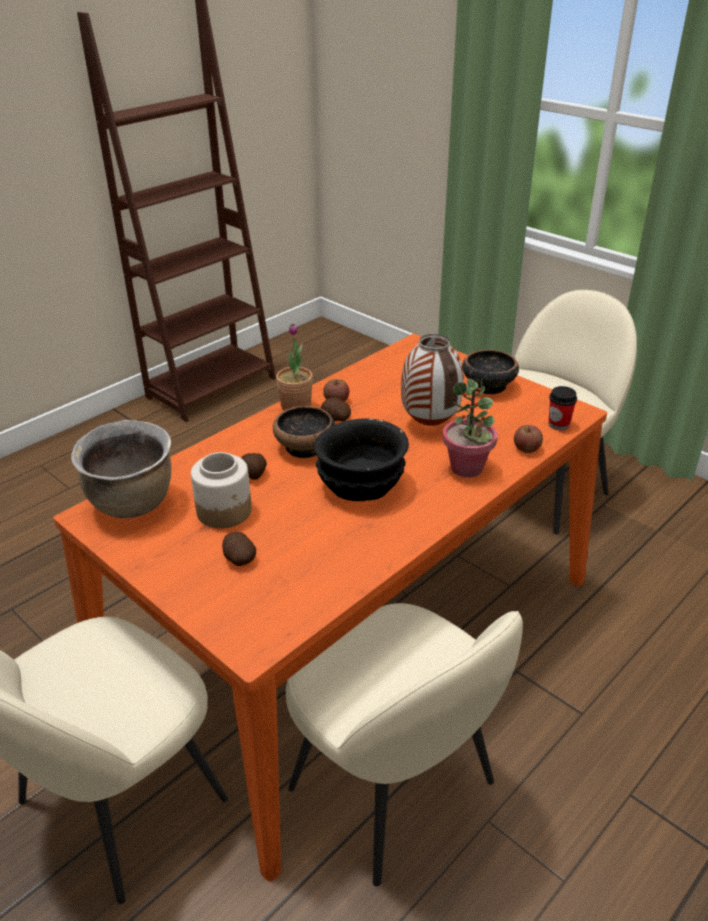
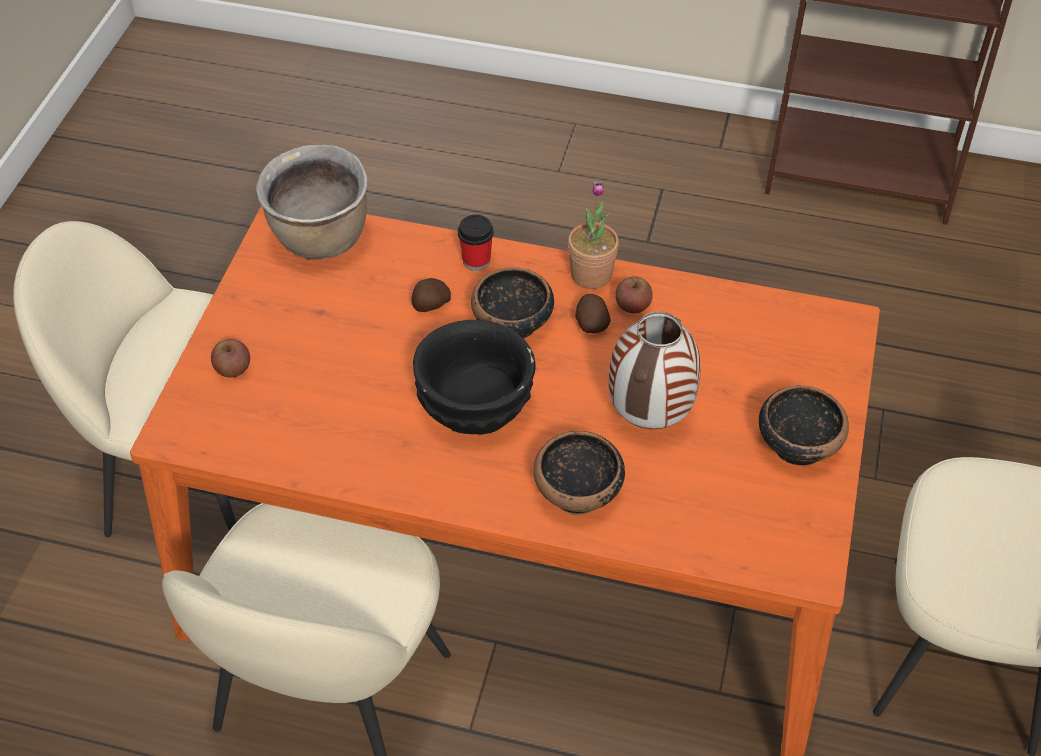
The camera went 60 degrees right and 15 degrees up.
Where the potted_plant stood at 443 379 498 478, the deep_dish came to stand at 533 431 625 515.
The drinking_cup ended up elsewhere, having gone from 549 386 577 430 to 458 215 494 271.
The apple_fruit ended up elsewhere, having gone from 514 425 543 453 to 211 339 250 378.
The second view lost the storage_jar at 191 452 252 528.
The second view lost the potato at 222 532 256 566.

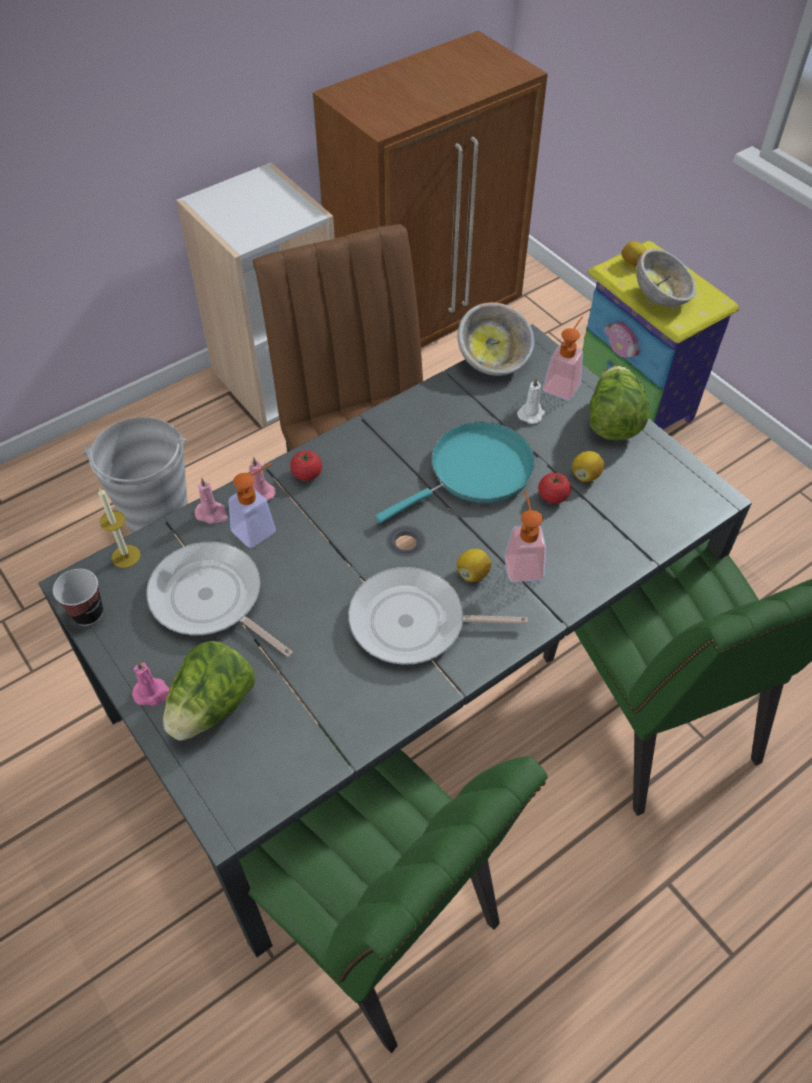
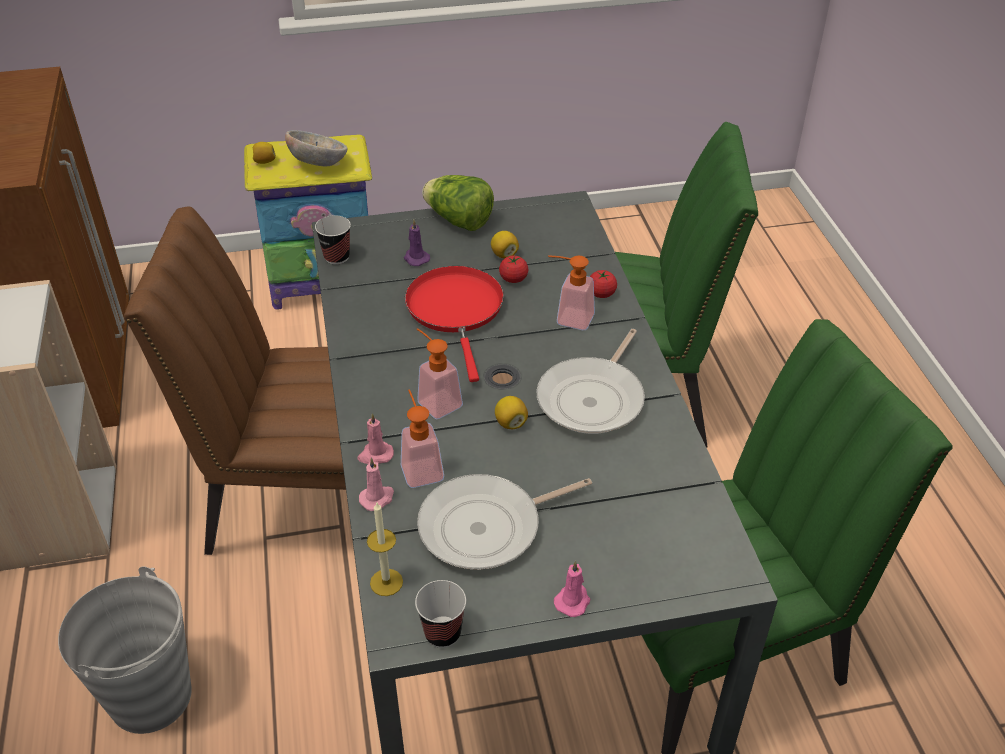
The camera went 65 degrees left and 10 degrees down.
Where the deep_dish stood at 457 302 534 376, the drinking_cup came to stand at 315 215 351 265.
The soap_dispenser ended up elsewhere, having gone from 543 317 583 400 to 417 328 463 419.
What was the whitish_wax_candle at 517 377 545 424 turned into the purplish_wax_candle at 404 220 430 266.
What was the turquoise-coloured_frying_pan at 375 422 535 523 turned into the red-coloured_frying_pan at 405 266 504 382.
The fresh_tomato ended up elsewhere, having gone from 290 450 322 481 to 590 270 617 298.
The citrus_fruit ended up elsewhere, having gone from 457 549 491 582 to 495 396 528 429.
The second view lost the lettuce_head at 163 641 255 741.

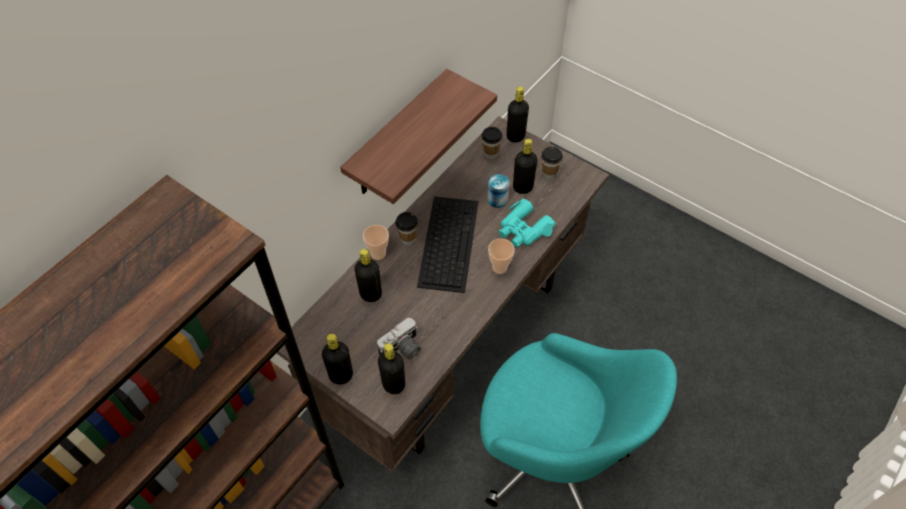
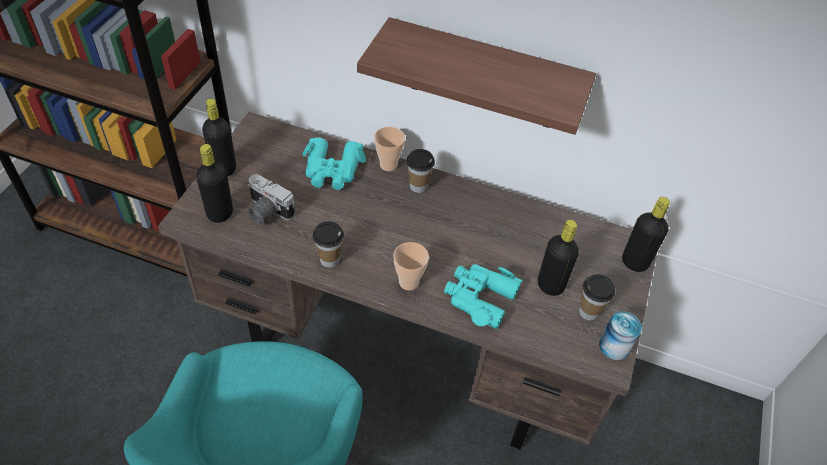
The camera went 70 degrees right and 5 degrees down.
The drinking_cup ended up elsewhere, having gone from 481 127 503 160 to 313 221 344 268.
The sealed_can ended up elsewhere, having gone from 487 174 509 208 to 599 311 642 360.
The second view lost the keyboard at 417 196 479 293.
Where the blackish_beverage_bottle stood at 354 249 382 302, the turquoise-coloured_field_glasses came to stand at 302 138 366 190.

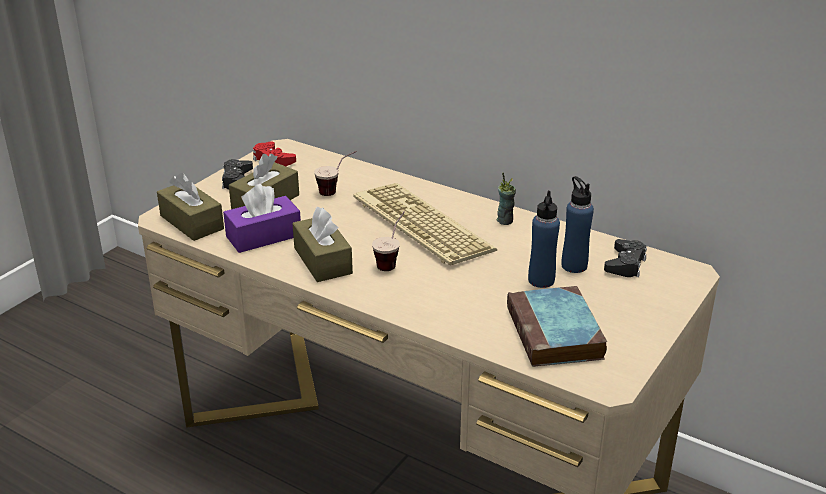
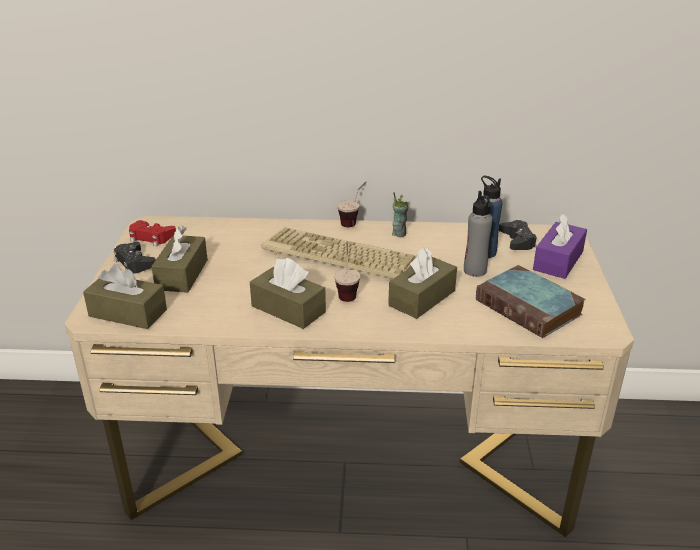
The camera went 30 degrees left and 0 degrees up.
The drinking_cup ended up elsewhere, having gone from 314 151 357 196 to 337 182 366 227.
The purplish_tissue_holder ended up elsewhere, having gone from 223 184 301 253 to 533 213 587 279.
What was the bluish_beverage_bottle at 528 191 560 288 turned into the grey_beverage_bottle at 464 191 493 277.
The second view gained the brown_tissue_holder at 388 247 457 319.

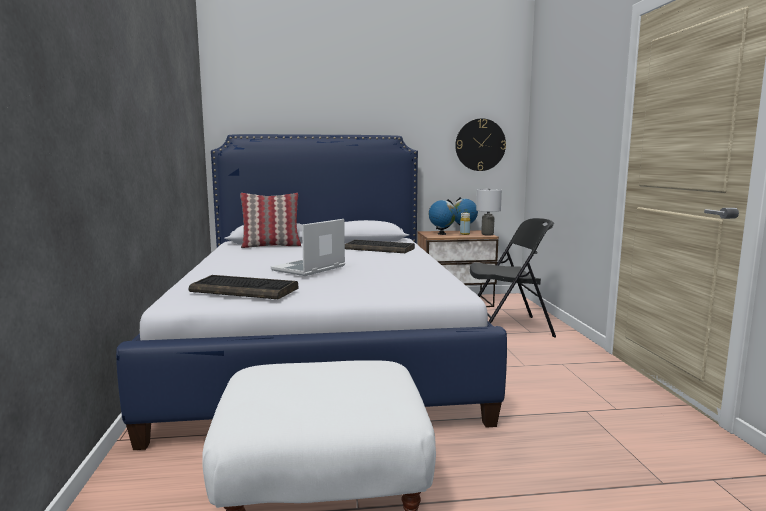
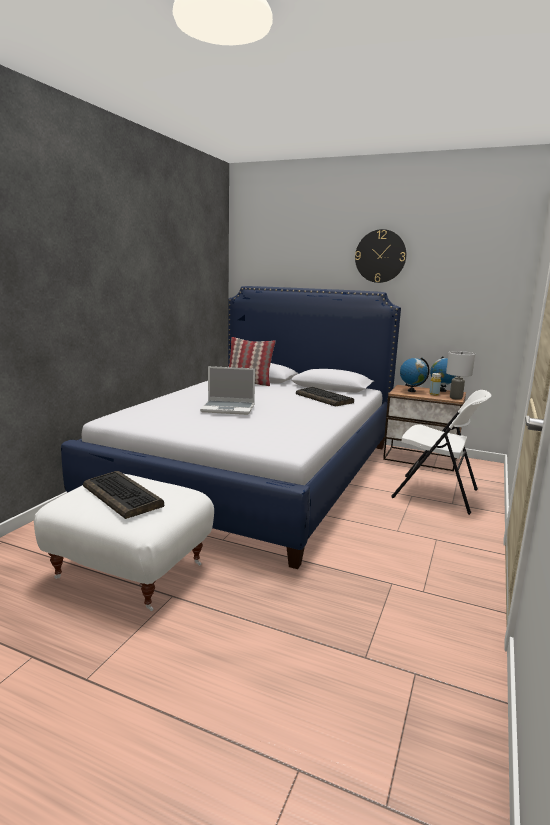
The camera went 30 degrees right and 5 degrees up.
The hanging_clock ended up elsewhere, having gone from 455 118 506 171 to 355 229 407 283.
What was the blackish_upright_chair at 470 218 556 338 turned into the whitish_upright_chair at 391 390 492 515.
The portable_computer at 271 219 345 276 ended up facing another way, 150 degrees counterclockwise from before.
The keyboard ended up elsewhere, having gone from 189 275 298 299 to 83 471 164 519.

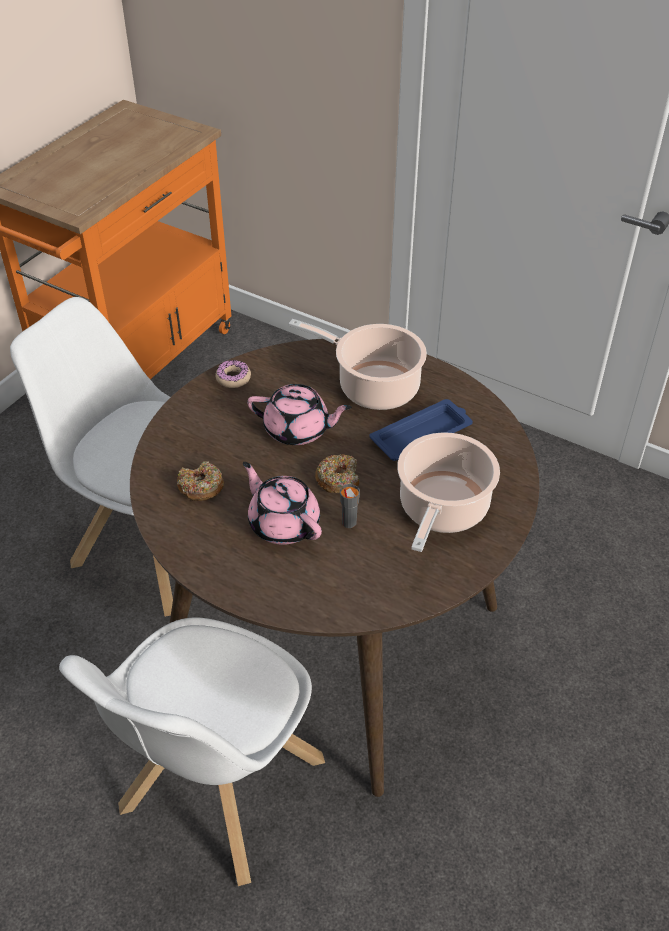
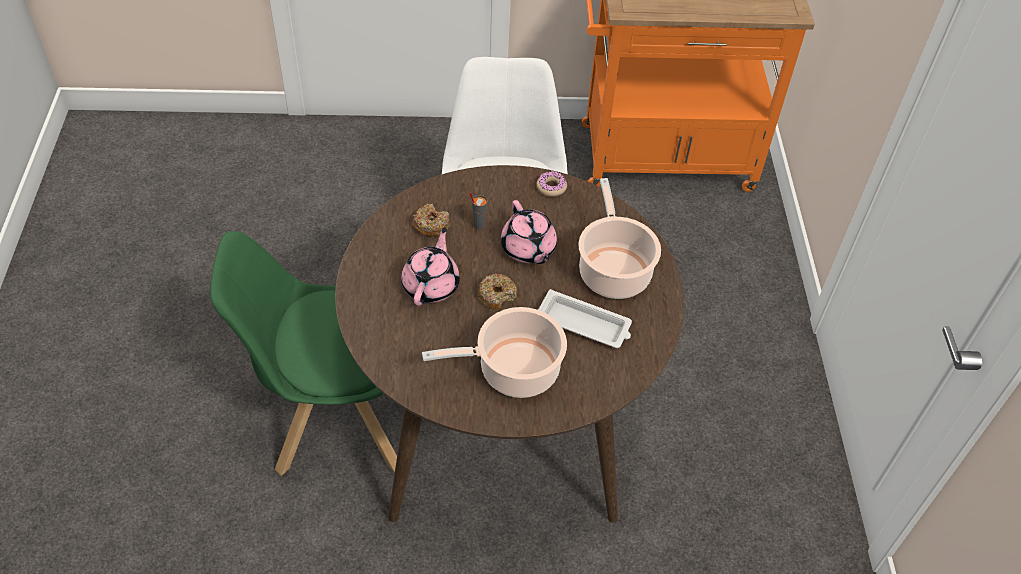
The camera went 55 degrees right and 5 degrees up.
What was the bluish_serving_tray at 369 399 473 461 turned into the whitish_serving_tray at 538 289 632 348.
The grey_drinking_cup ended up elsewhere, having gone from 340 484 360 528 to 470 193 488 230.
What was the whitish_upright_chair at 59 617 325 886 turned into the green_upright_chair at 210 231 397 476.

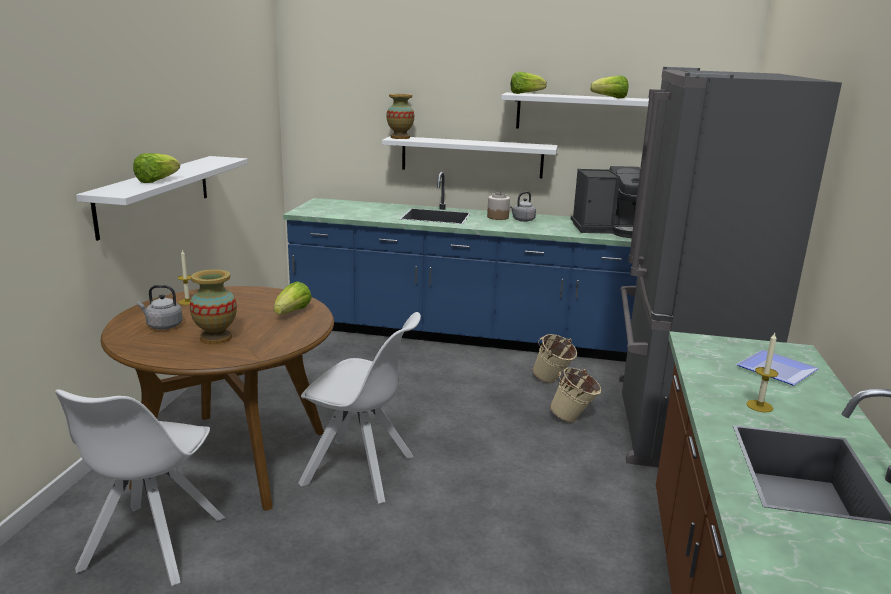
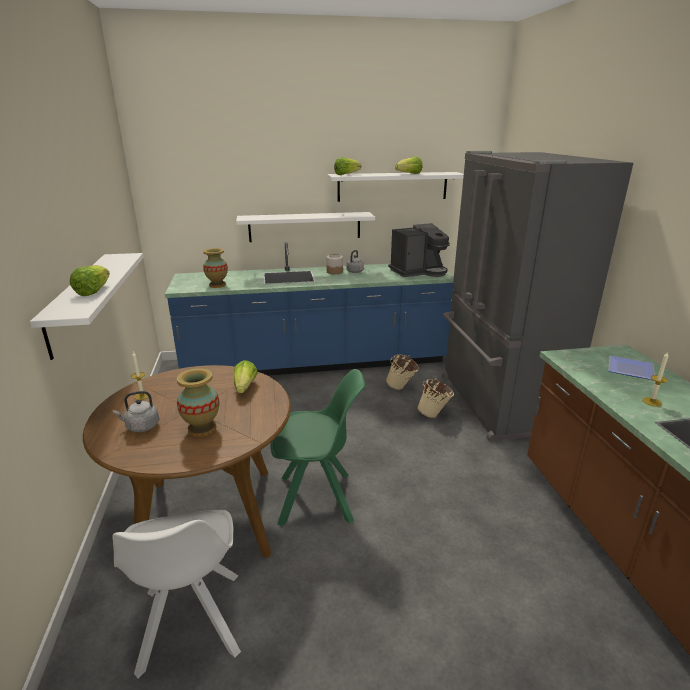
The camera went 20 degrees left and 5 degrees up.
The vase ended up elsewhere, having gone from 387 94 414 139 to 203 248 228 288.
What was the whitish_upright_chair at 298 312 421 504 turned into the green_upright_chair at 270 369 365 527.

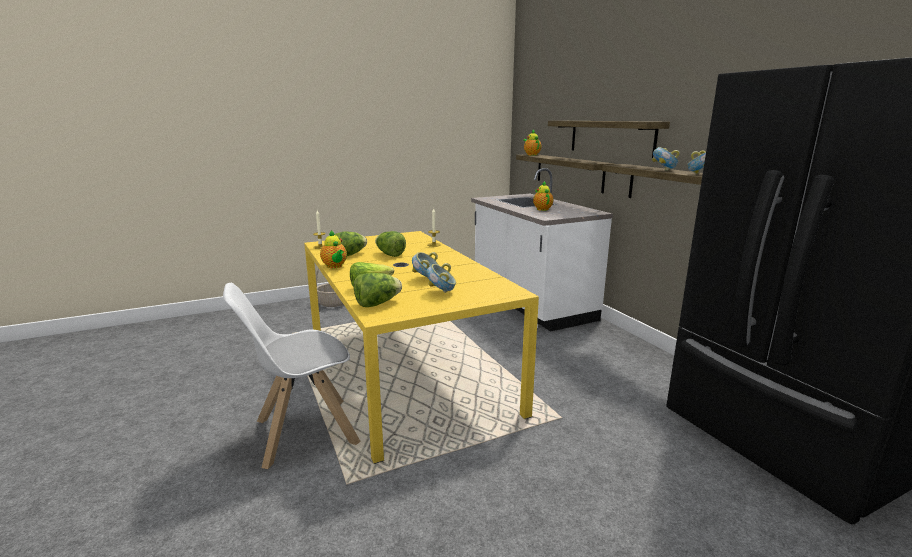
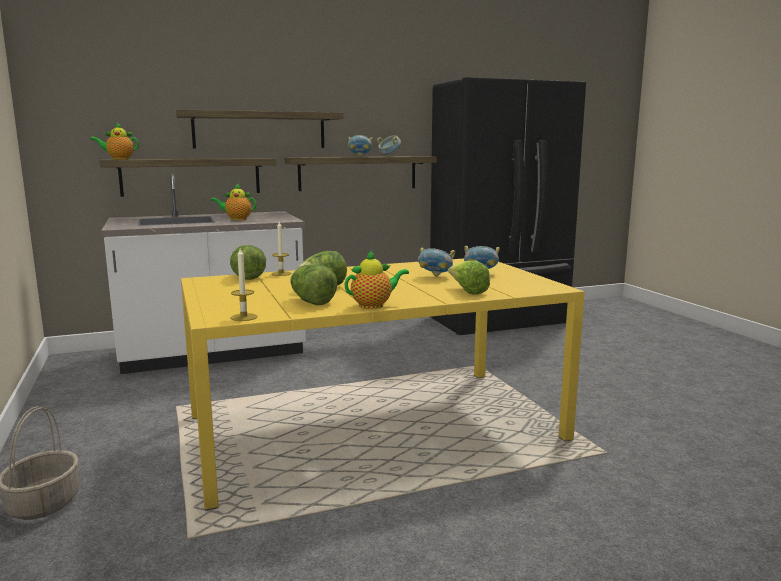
The camera went 85 degrees left and 5 degrees down.
The lettuce_head ended up elsewhere, having gone from 354 273 402 307 to 230 245 266 280.
The second view lost the upright_chair at 223 283 361 469.

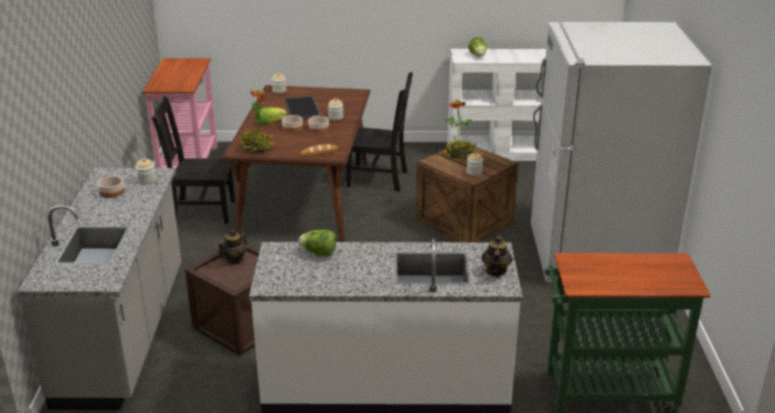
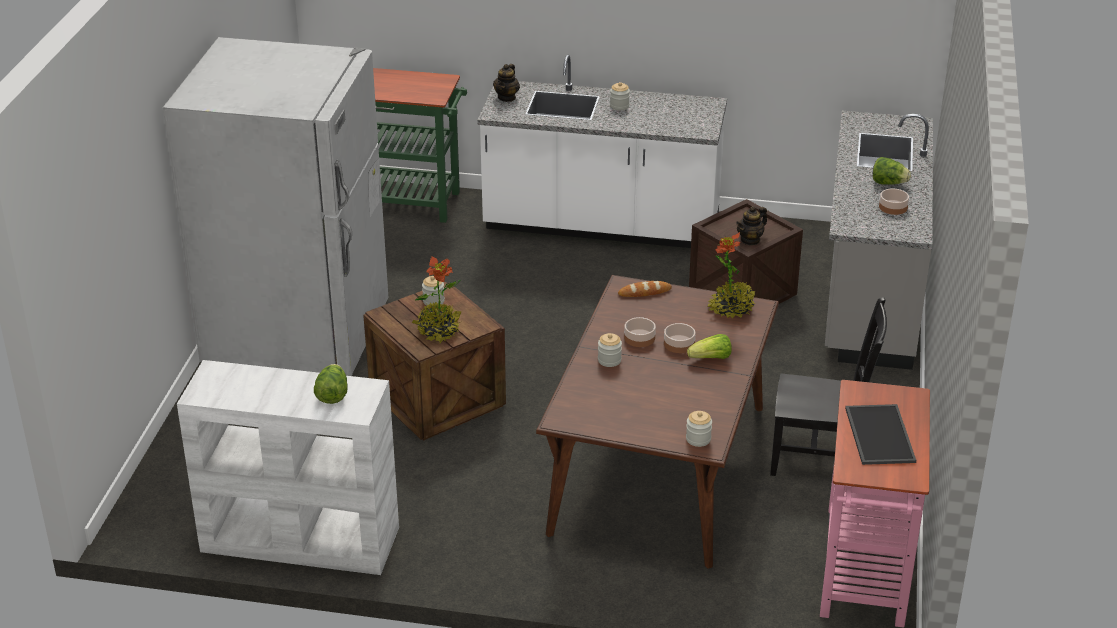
The camera went 170 degrees left and 5 degrees up.
The second view lost the blackish_upright_chair at 347 72 413 192.
The serving_tray ended up elsewhere, having gone from 284 96 321 119 to 845 404 916 465.
The storage_jar ended up elsewhere, having gone from 135 158 156 184 to 610 82 630 110.
The lettuce_head ended up elsewhere, having gone from 298 229 336 256 to 873 157 911 185.

